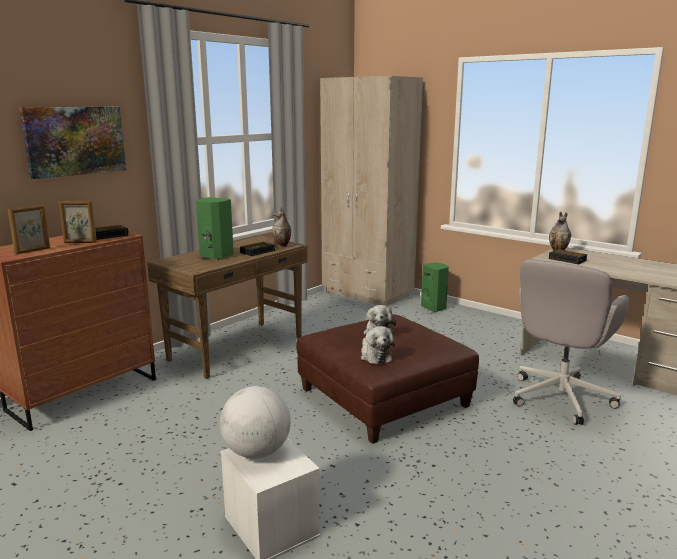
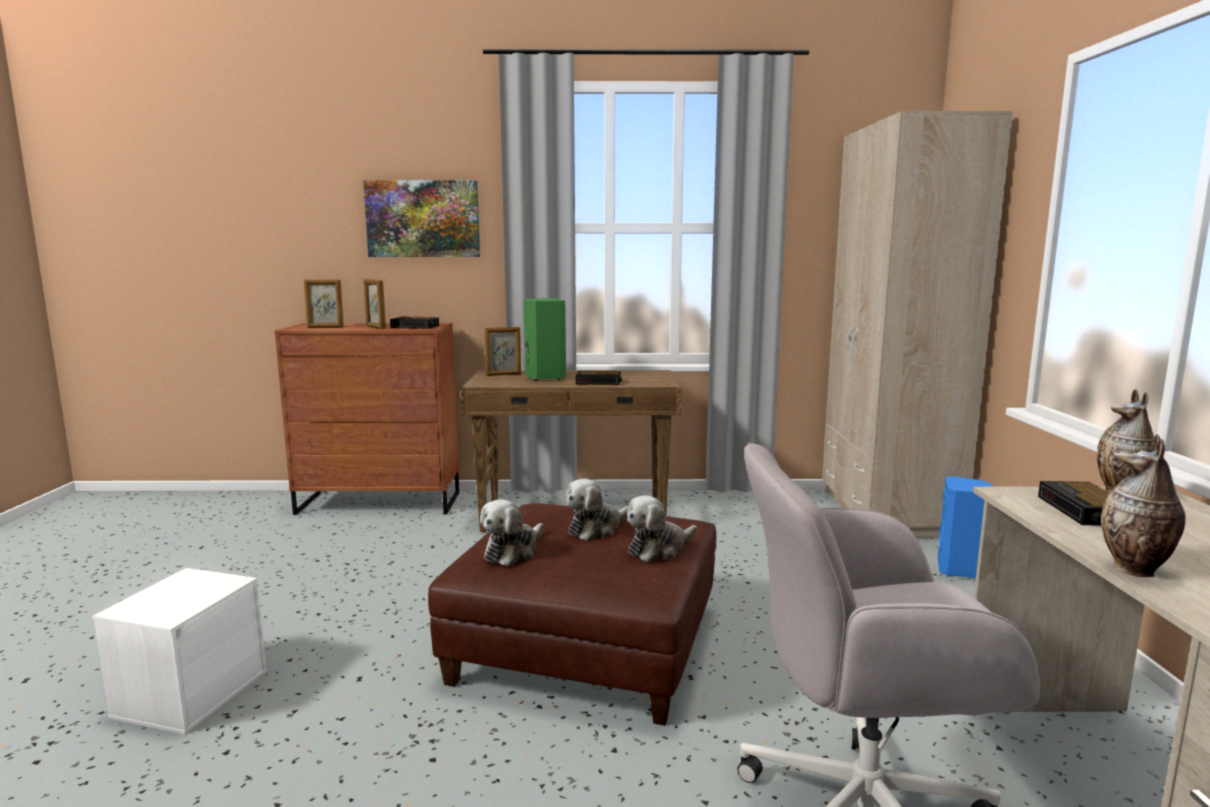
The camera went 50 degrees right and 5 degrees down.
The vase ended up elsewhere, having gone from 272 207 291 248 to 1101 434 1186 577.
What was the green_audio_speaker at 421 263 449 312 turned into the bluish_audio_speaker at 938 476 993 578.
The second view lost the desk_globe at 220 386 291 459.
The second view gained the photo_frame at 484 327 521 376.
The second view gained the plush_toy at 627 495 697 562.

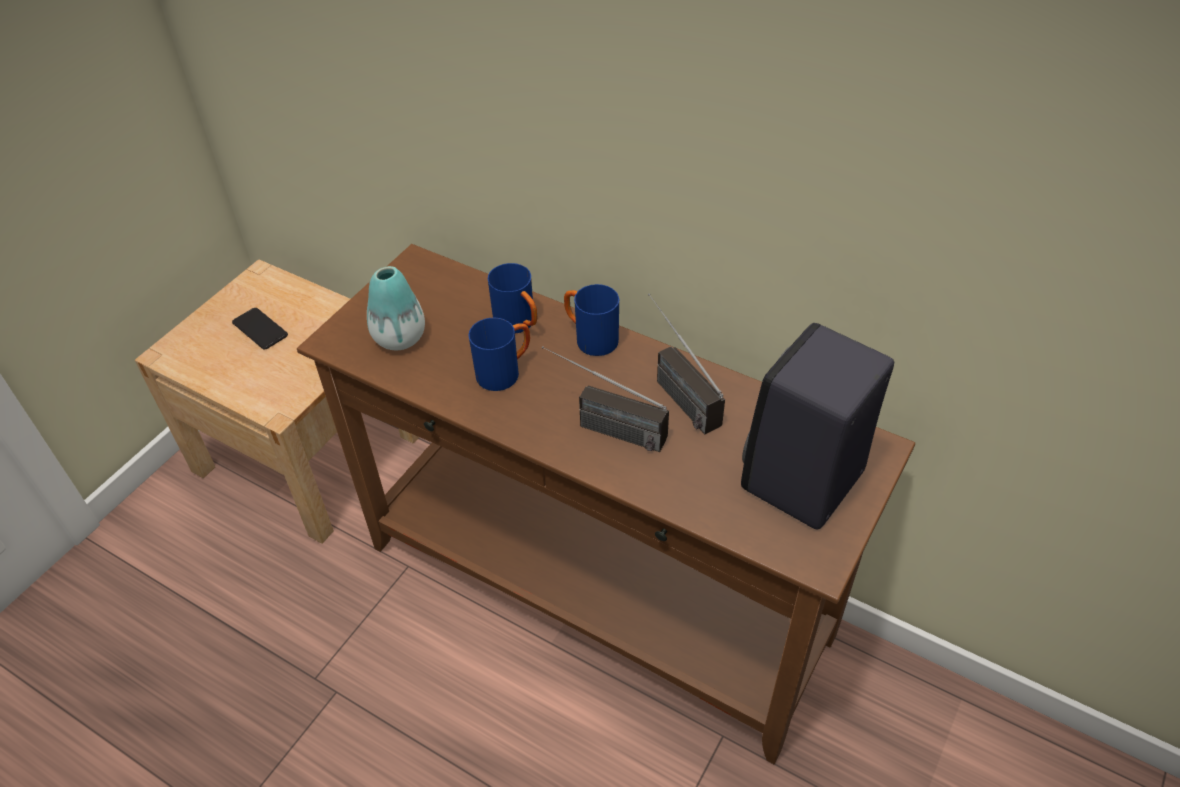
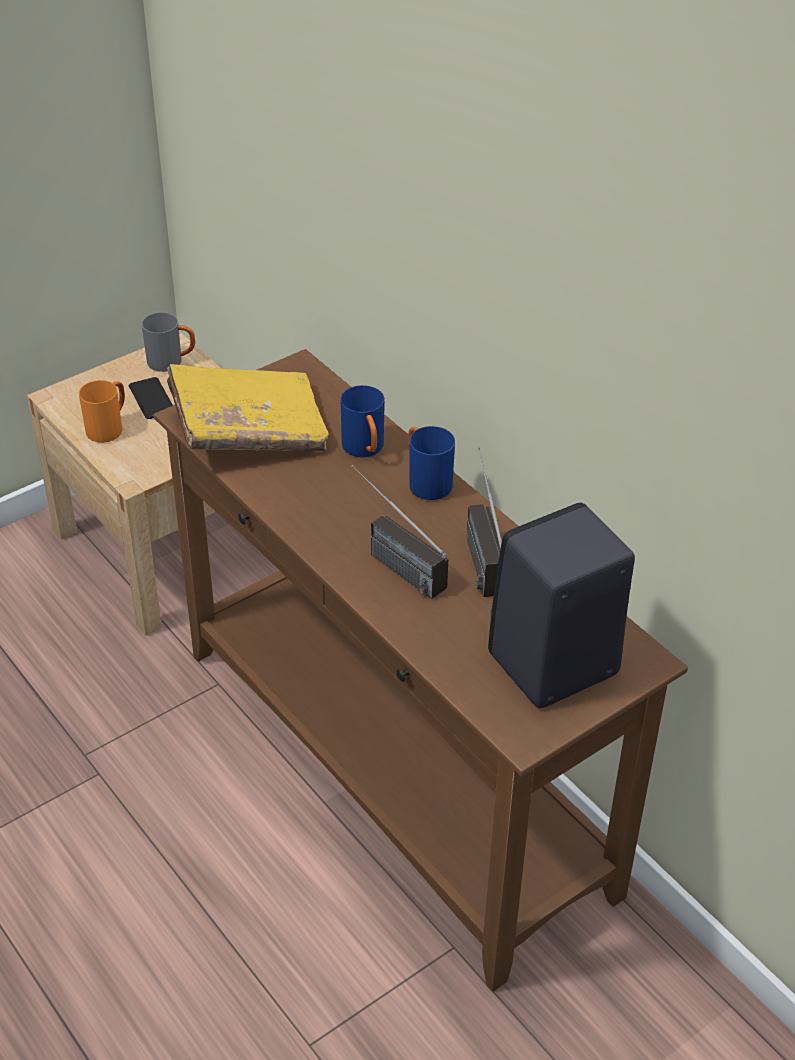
The camera went 20 degrees right and 5 degrees down.
Where the vase stood at 367 266 425 350, the yellowish_bound_book came to stand at 167 364 329 451.
The second view lost the bluish_tea_mug at 469 318 530 391.
The second view gained the grey_tea_mug at 142 312 195 372.
The second view gained the orange_tea_mug at 79 380 125 443.

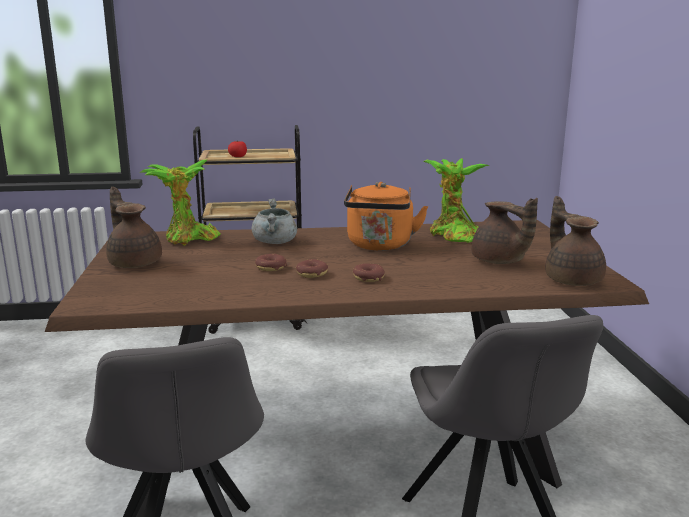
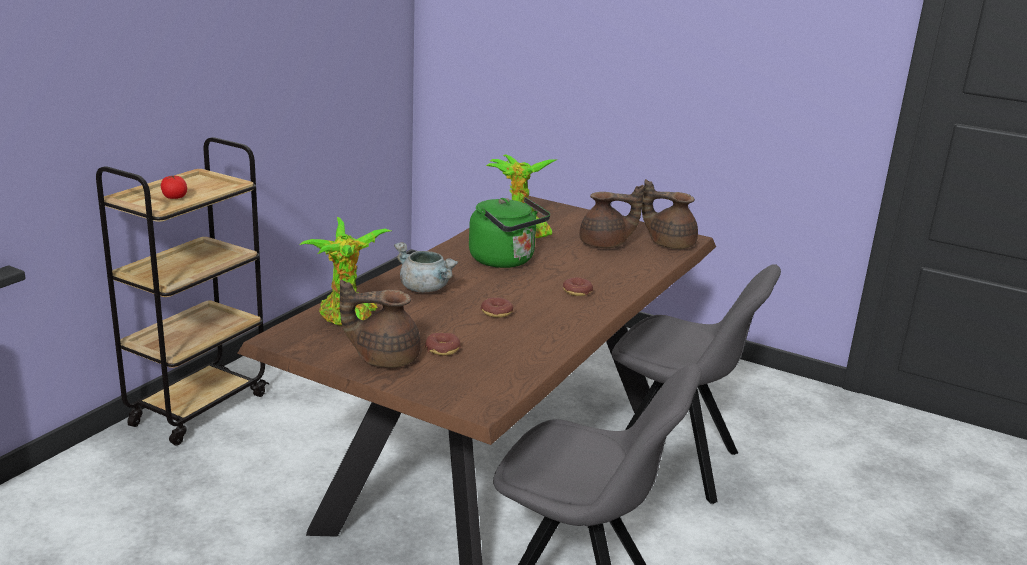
The camera went 55 degrees left and 5 degrees up.
What was the orange_water_kettle at 344 182 428 251 turned into the green_water_kettle at 469 197 550 268.
The ring_doughnut ended up elsewhere, having gone from 296 259 328 278 to 425 333 461 356.

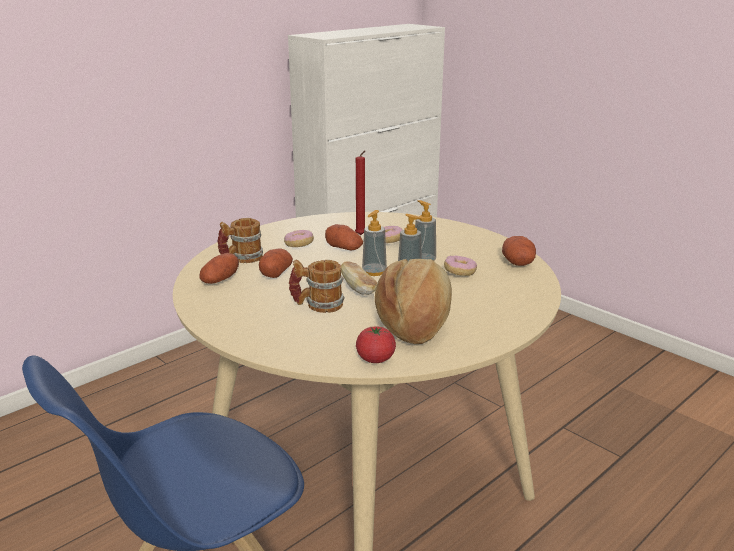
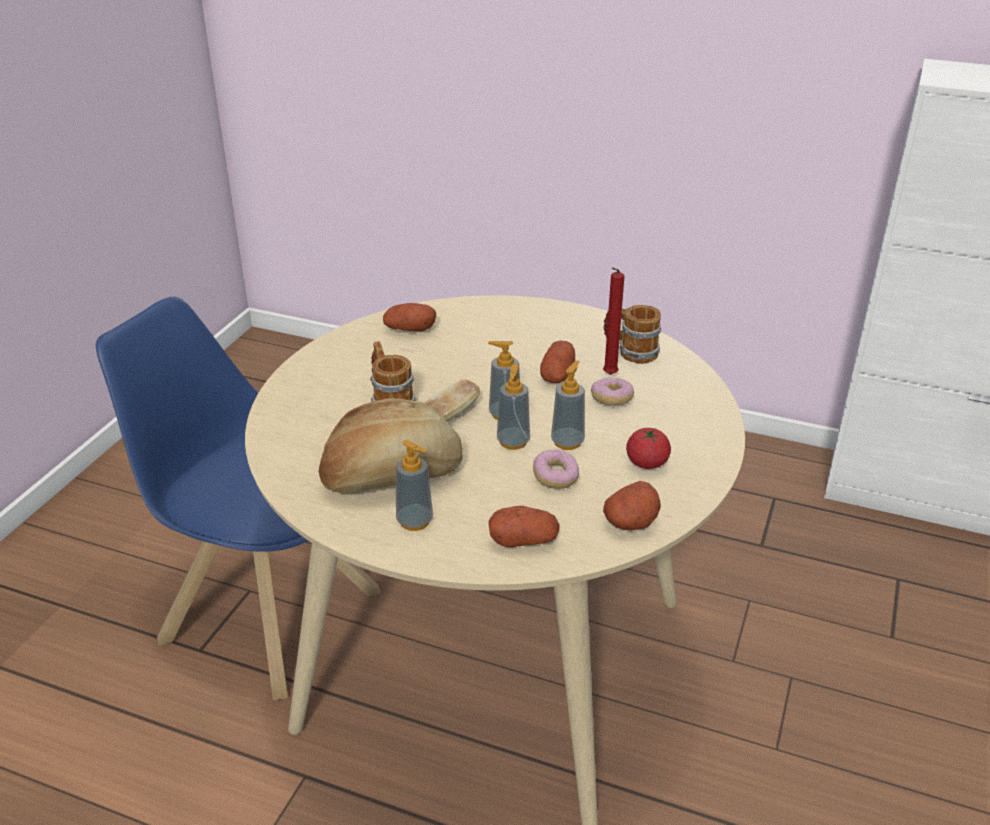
The camera went 65 degrees right and 10 degrees up.
The tea_mug ended up elsewhere, having gone from 218 218 263 263 to 603 305 661 364.
The second view lost the ring_doughnut at 284 230 314 247.
The potato ended up elsewhere, having gone from 259 248 293 278 to 489 506 560 547.
The fresh_tomato ended up elsewhere, having gone from 356 327 396 363 to 626 428 671 469.
The second view gained the soap_dispenser at 396 440 433 531.

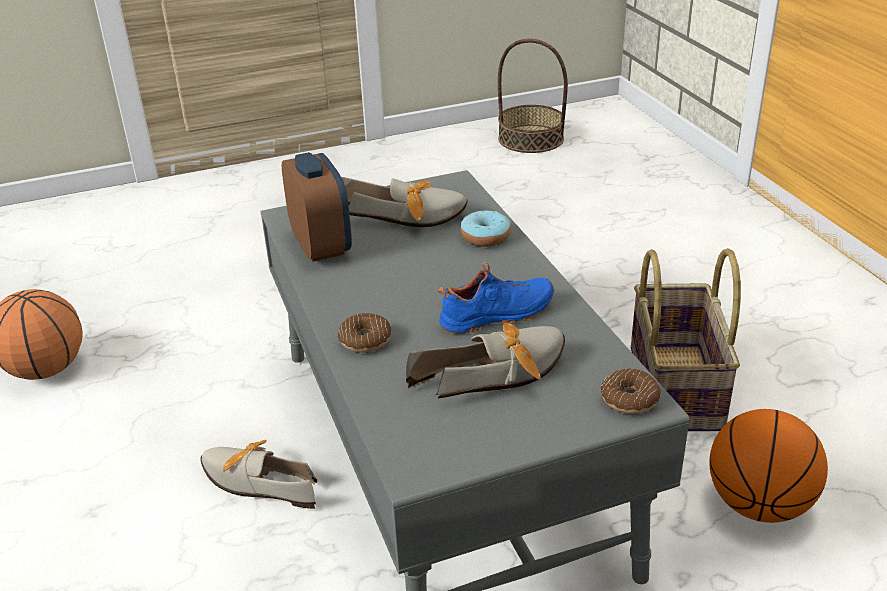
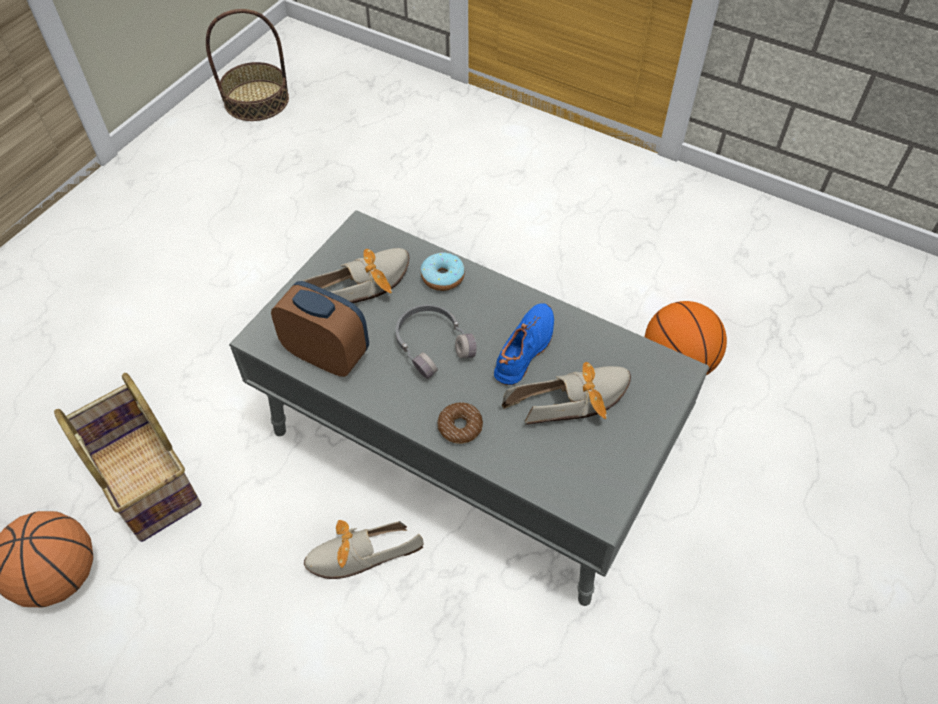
The camera went 40 degrees left and 20 degrees up.
The storage_basket ended up elsewhere, having gone from 631 248 741 431 to 54 373 201 542.
The shoe at 406 323 565 399 ended up facing another way, 45 degrees clockwise from before.
The second view lost the ring_doughnut at 601 368 661 414.
The second view gained the grey_pair_of_headphones at 396 305 477 379.

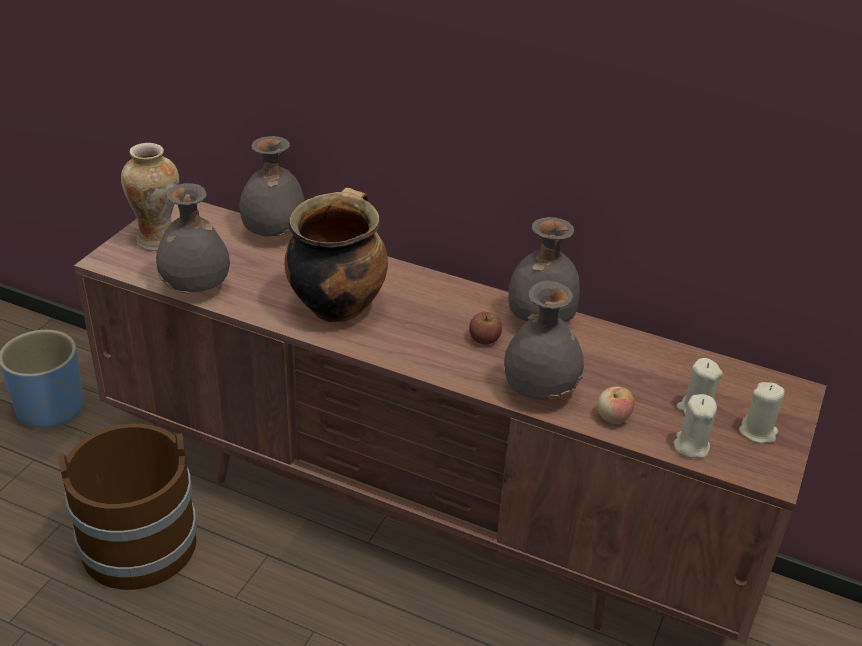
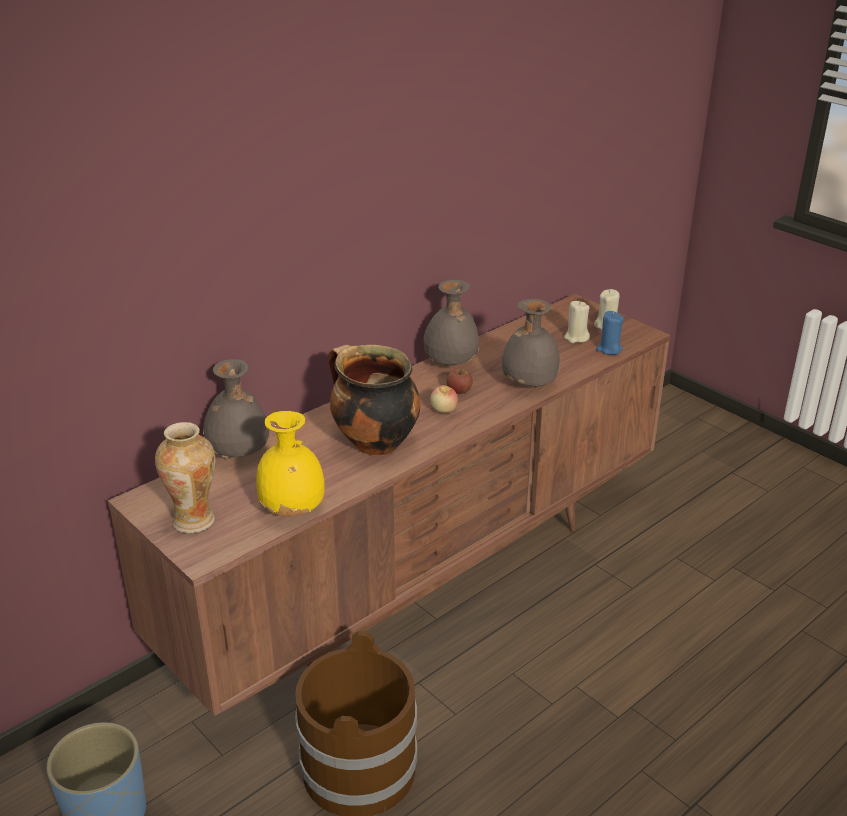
The camera went 65 degrees left and 5 degrees down.
What was the grey_vase at 155 183 230 294 turned into the yellowish_vase at 256 411 324 516.
The apple_fruit ended up elsewhere, having gone from 597 386 634 424 to 430 385 458 413.
What was the beige-coloured_wax_candle at 674 394 717 458 turned into the bluish_wax_candle at 596 311 624 355.

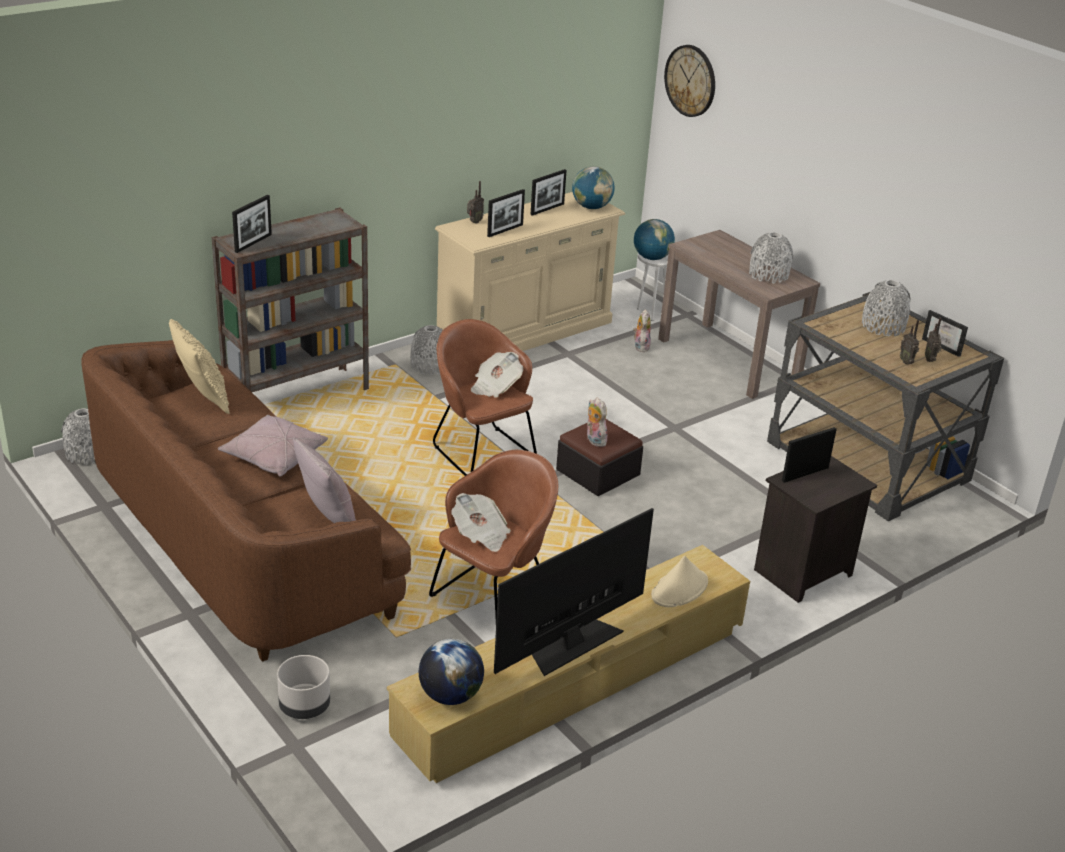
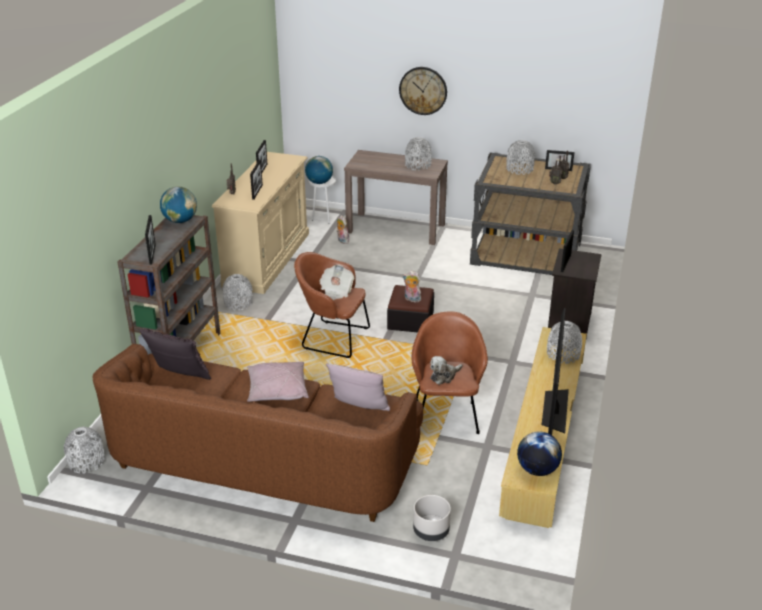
The camera went 35 degrees left and 0 degrees up.
The hanging_clock ended up elsewhere, having gone from 664 45 715 117 to 399 67 447 115.
The desk_globe ended up elsewhere, having gone from 572 166 614 209 to 160 186 197 223.
What was the beige-coloured_pillow at 169 319 230 414 turned into the blackish_pillow at 140 329 211 380.
Where the printed_paper stood at 451 493 511 552, the plush_toy came to stand at 430 356 462 385.
Where the beige-coloured_hat stood at 651 556 708 607, the grey_vase came to stand at 547 321 582 364.

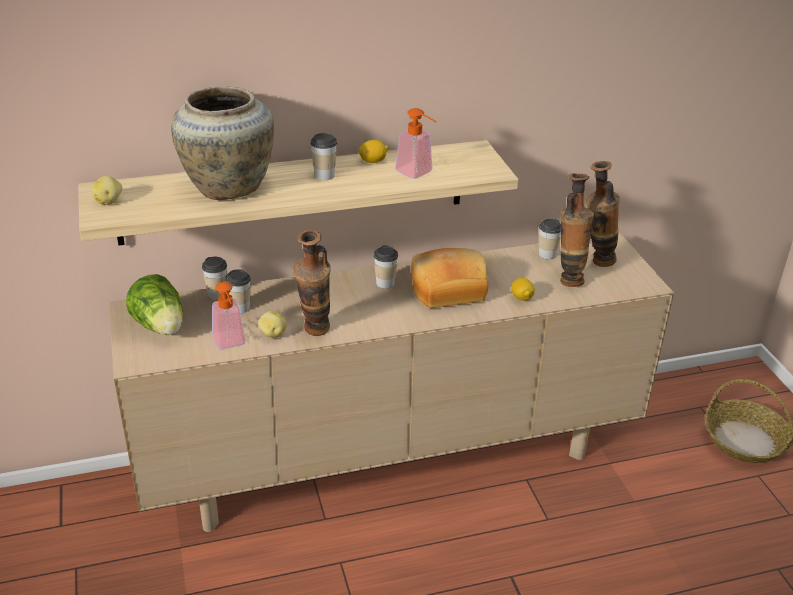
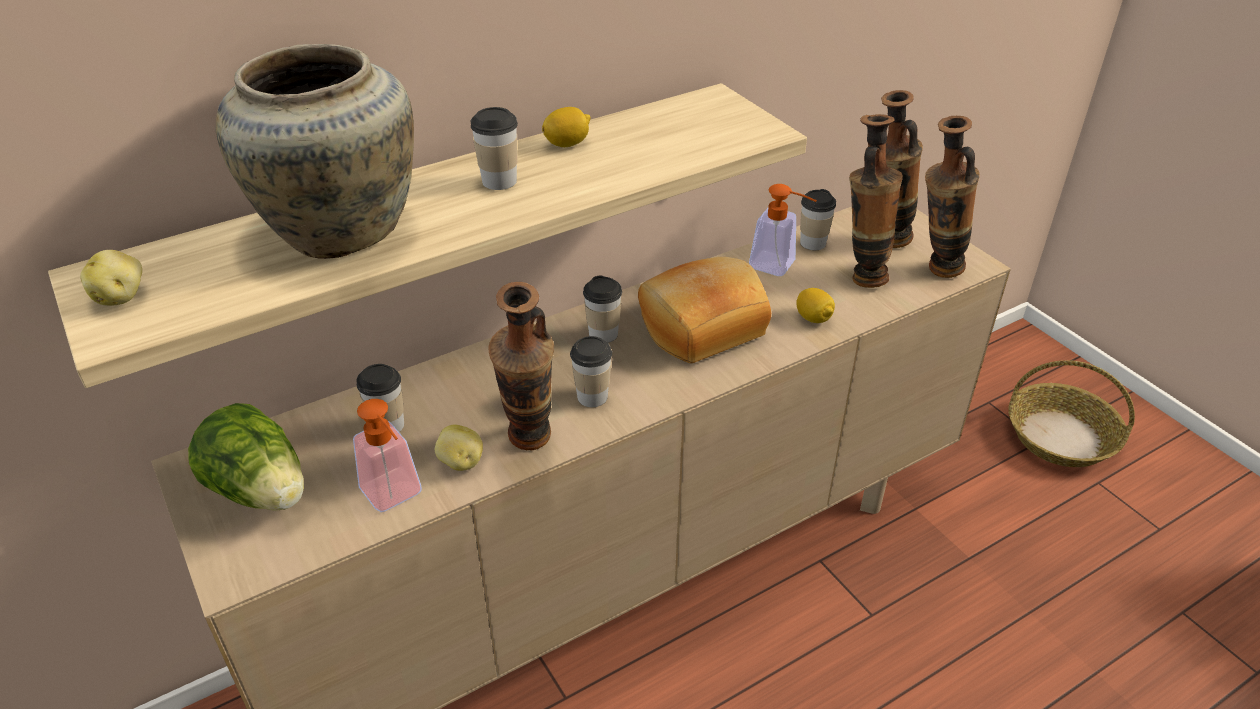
The camera went 15 degrees left and 5 degrees up.
The soap_dispenser ended up elsewhere, having gone from 395 108 437 179 to 749 184 817 276.
The drinking_cup ended up elsewhere, having gone from 202 257 227 300 to 570 336 612 407.
The second view gained the vase at 925 116 980 278.

